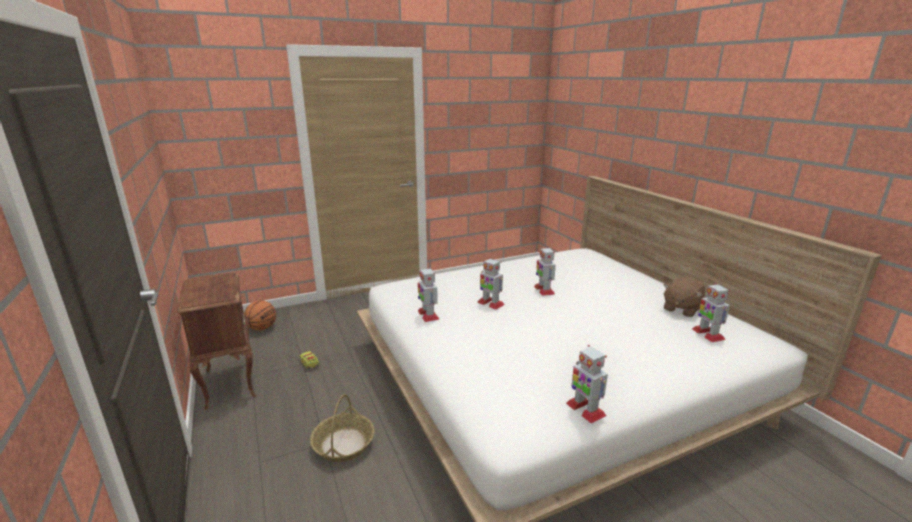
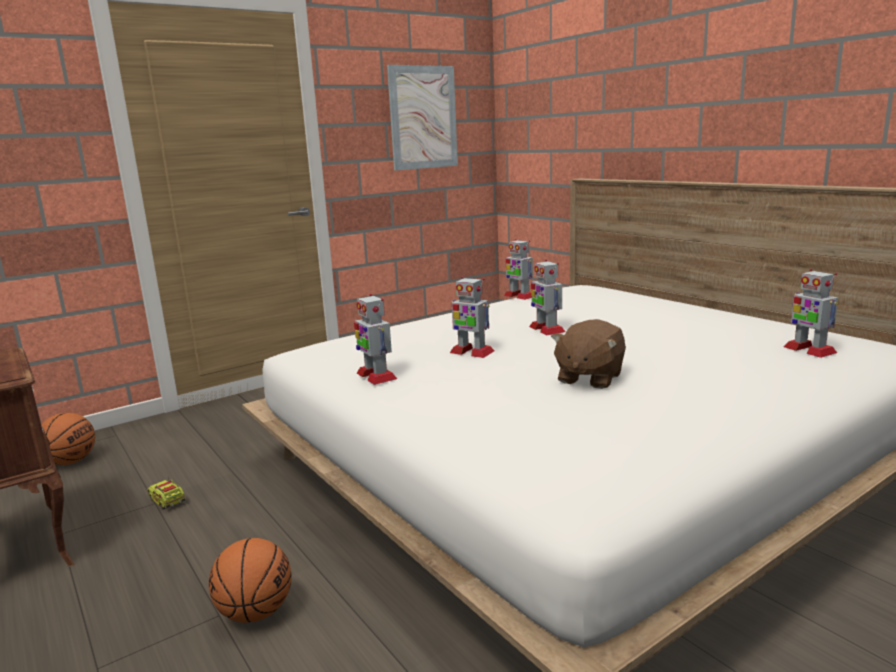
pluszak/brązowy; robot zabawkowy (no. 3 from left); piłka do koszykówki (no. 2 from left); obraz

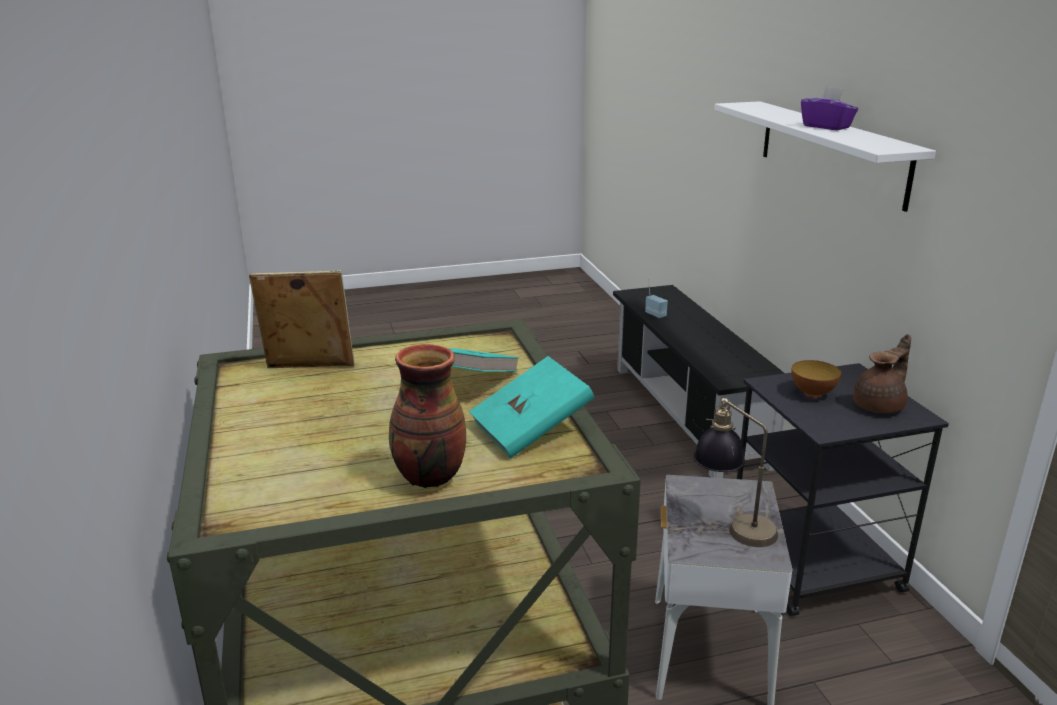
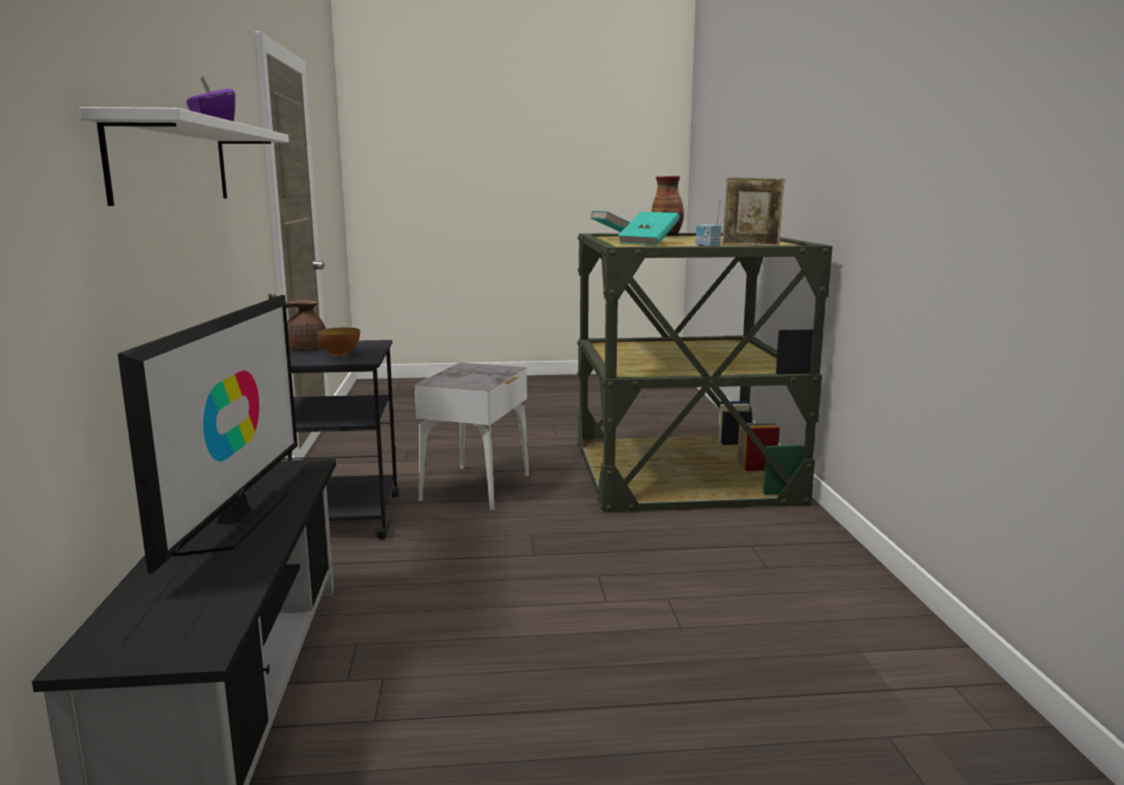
radio; lampa stołowa; telewizor

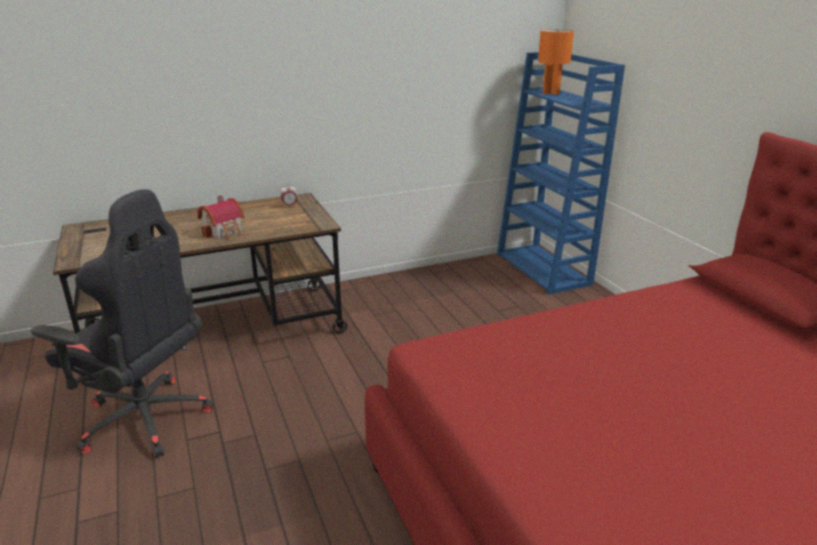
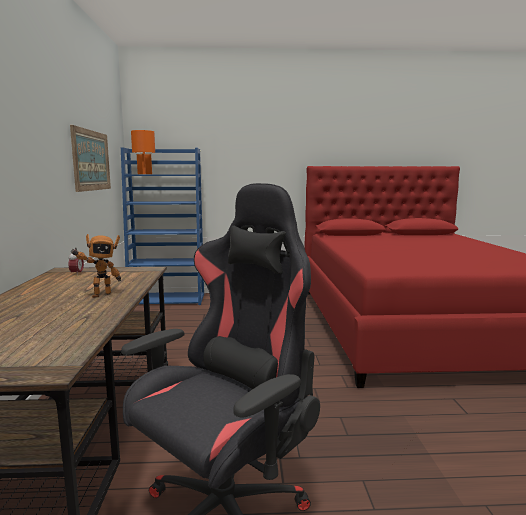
robot zabawkowy; obraz

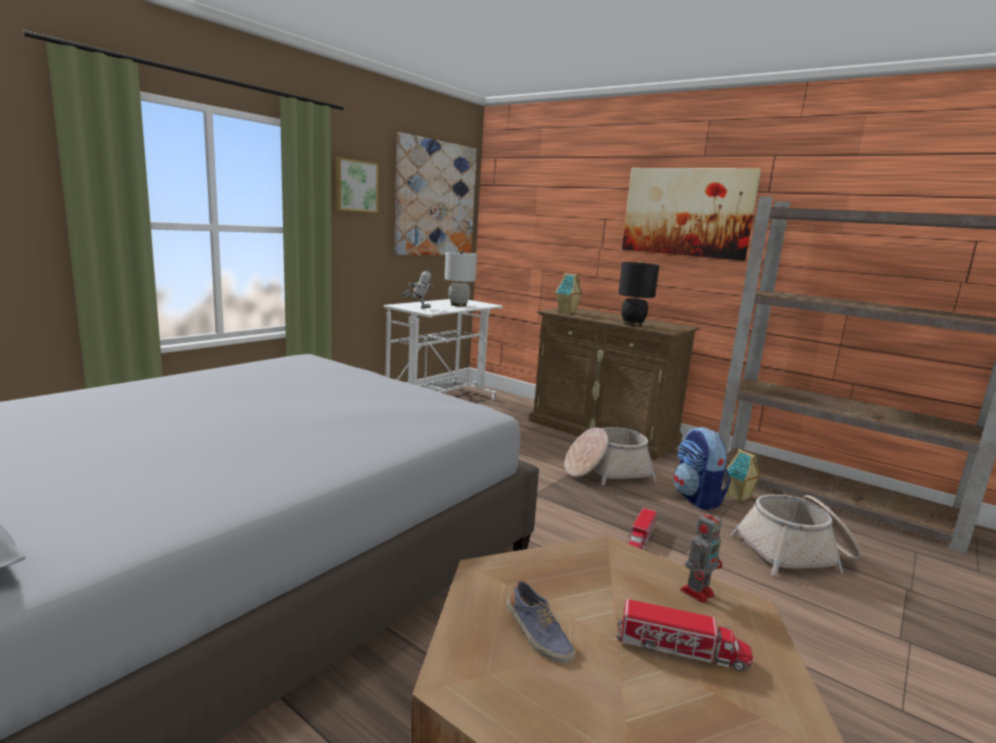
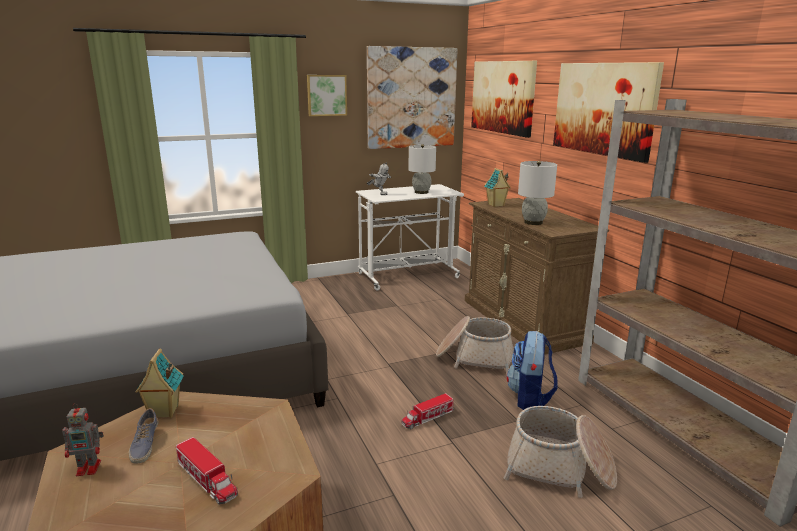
lampa stołowa/biały (no. 2 from left); domek (no. 1 from left); robot zabawkowy (no. 1 from left); obraz (no. 3 from left)

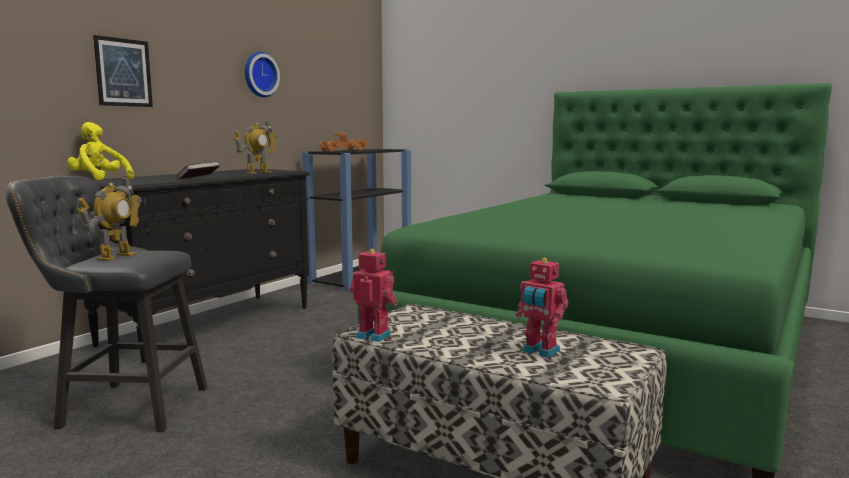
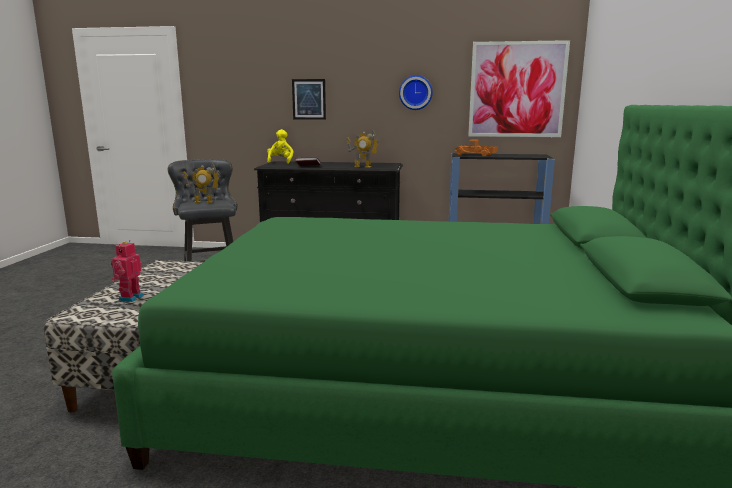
robot zabawkowy (no. 3 from left in the first image); obraz (no. 2 from left)

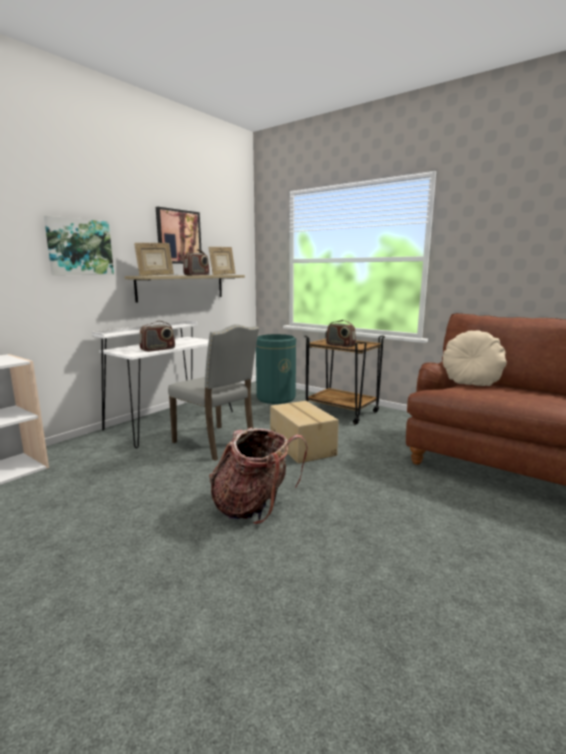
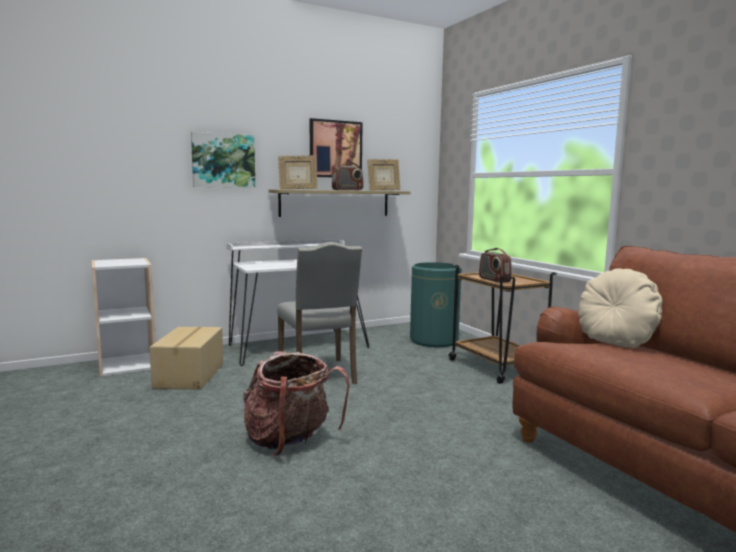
radio (no. 1 from left in the first image); karton

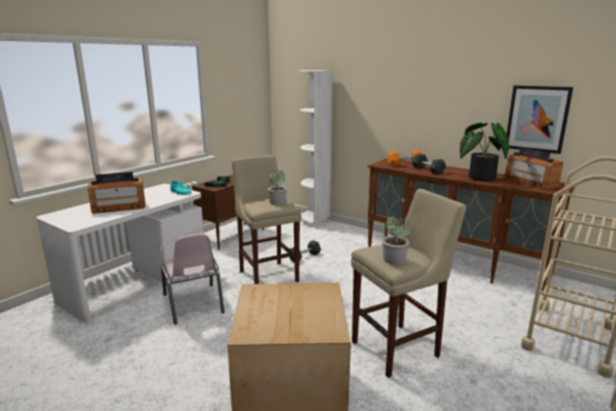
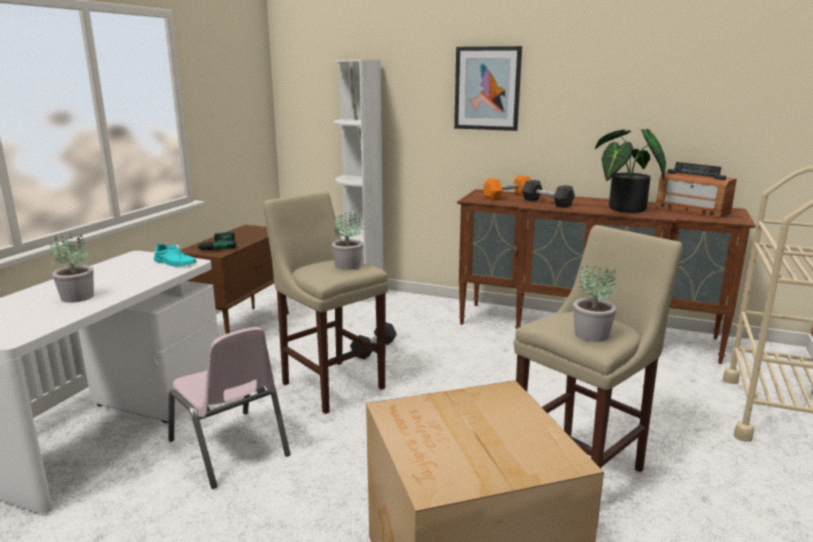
obraz; roślina doniczkowa (no. 1 from left)

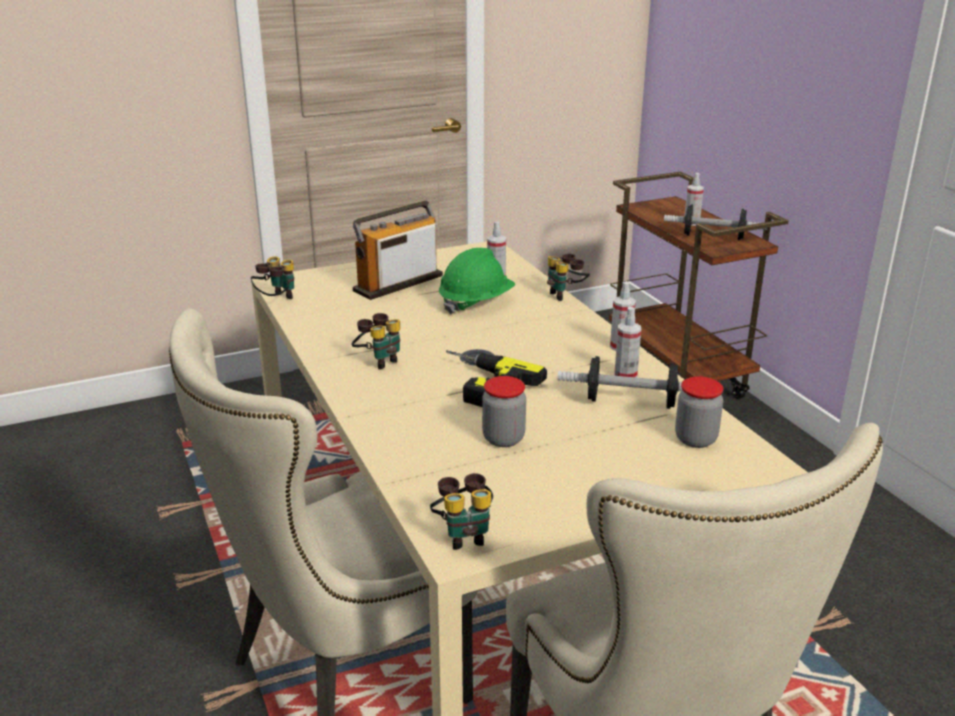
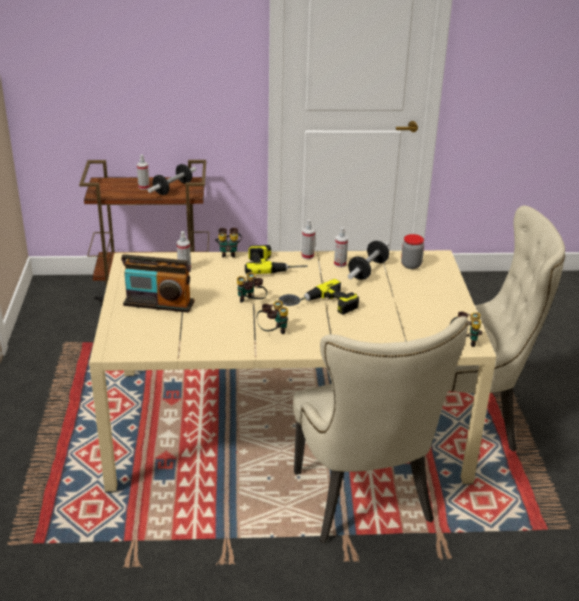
radio; kask/zielony; lornetka (no. 2 from left); słoik (no. 1 from left in the first image); wiertarka (no. 1 from left)

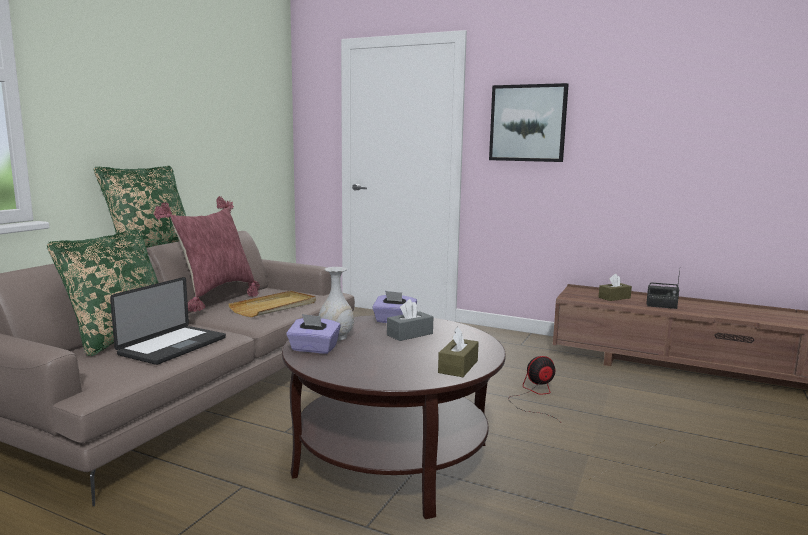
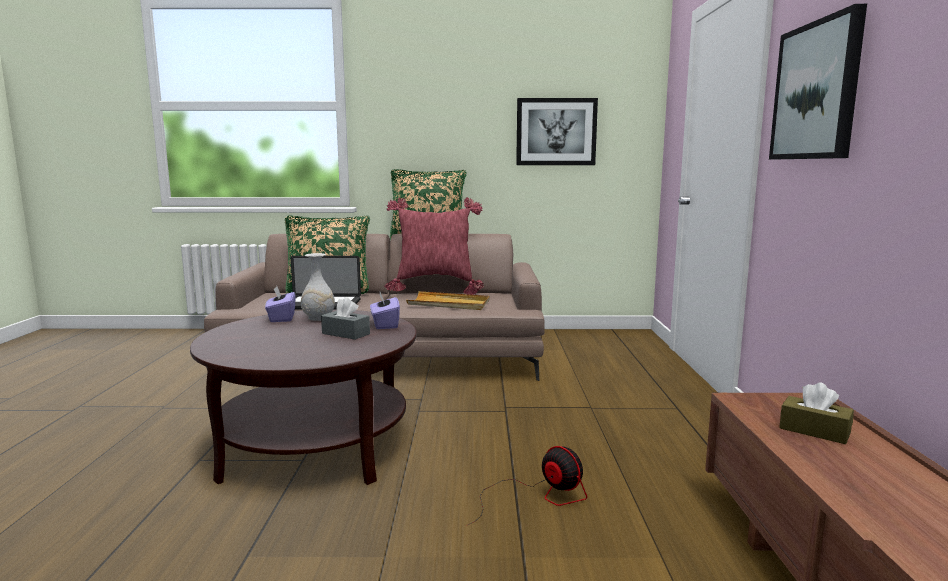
radio; pudełko chusteczek/brązowy (no. 1 from left in the first image); obraz (no. 1 from left)

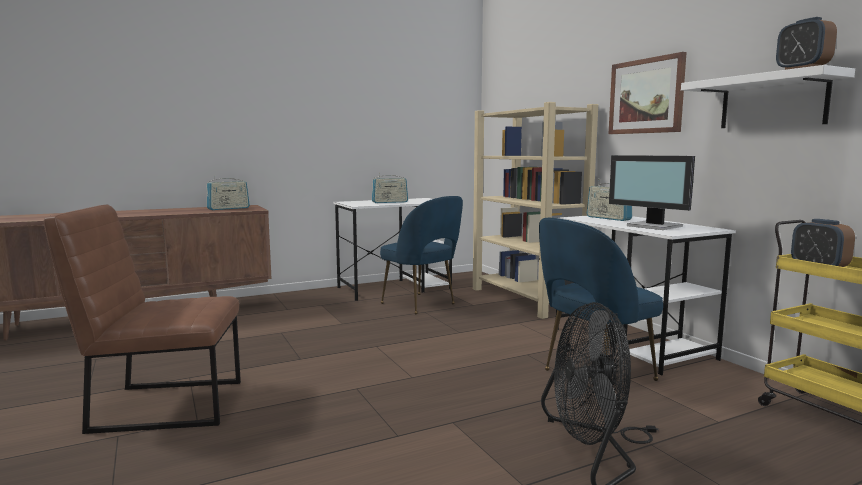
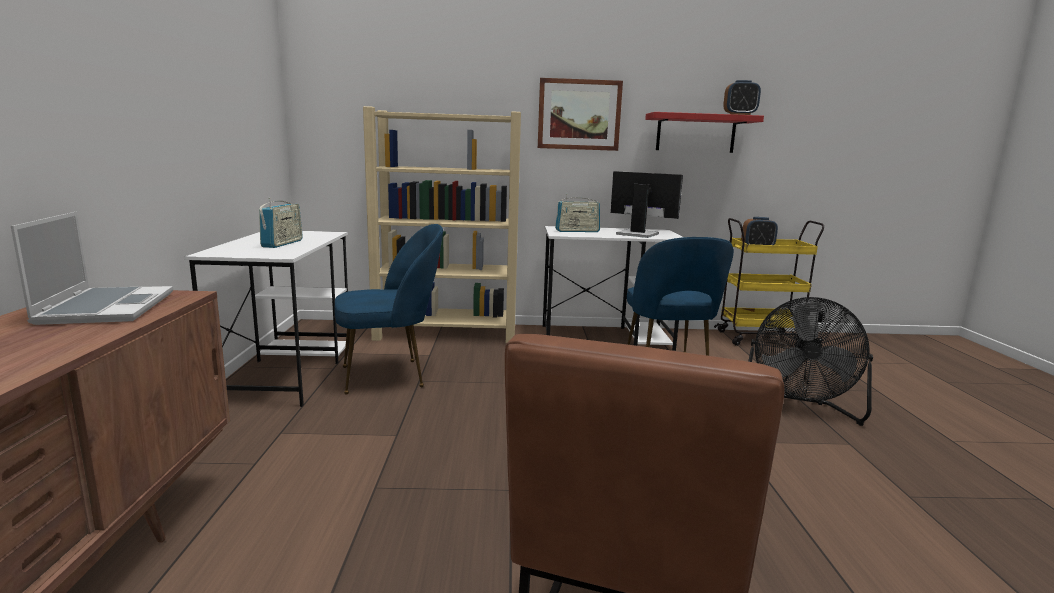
półka/czerwony; monitor; laptop

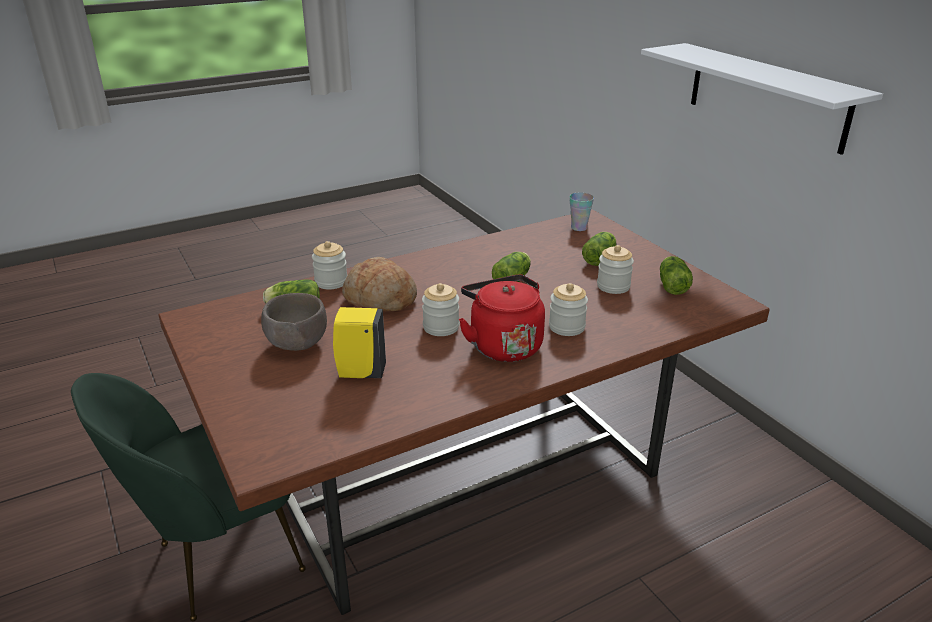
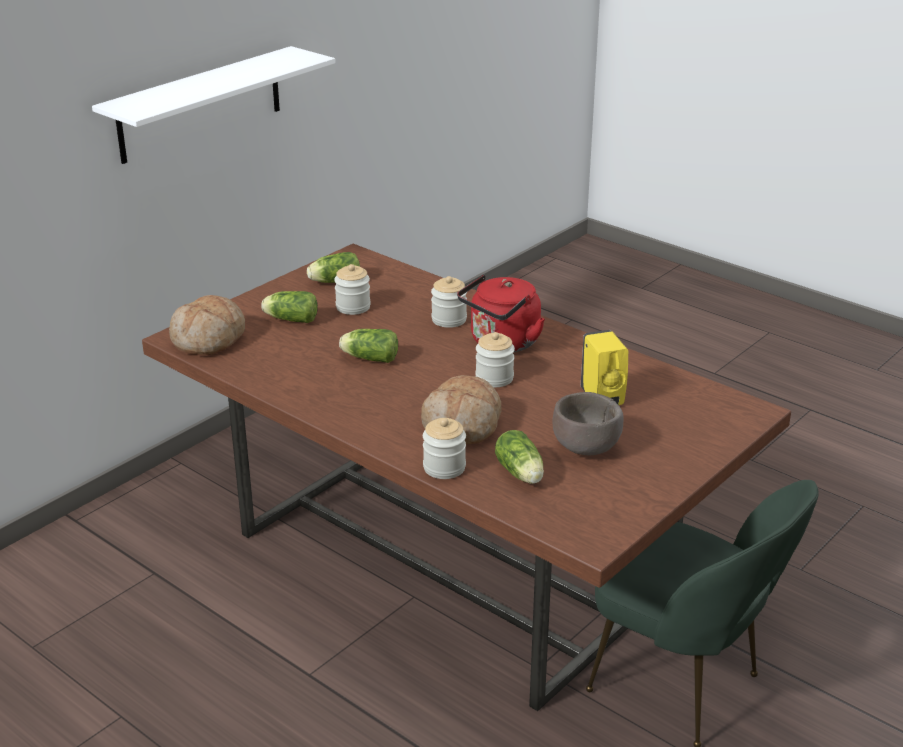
chleb (no. 1 from left)

